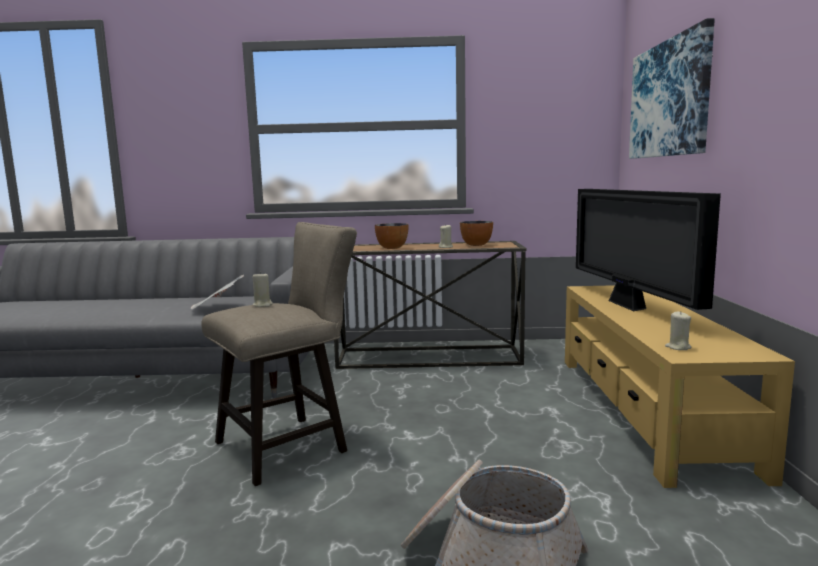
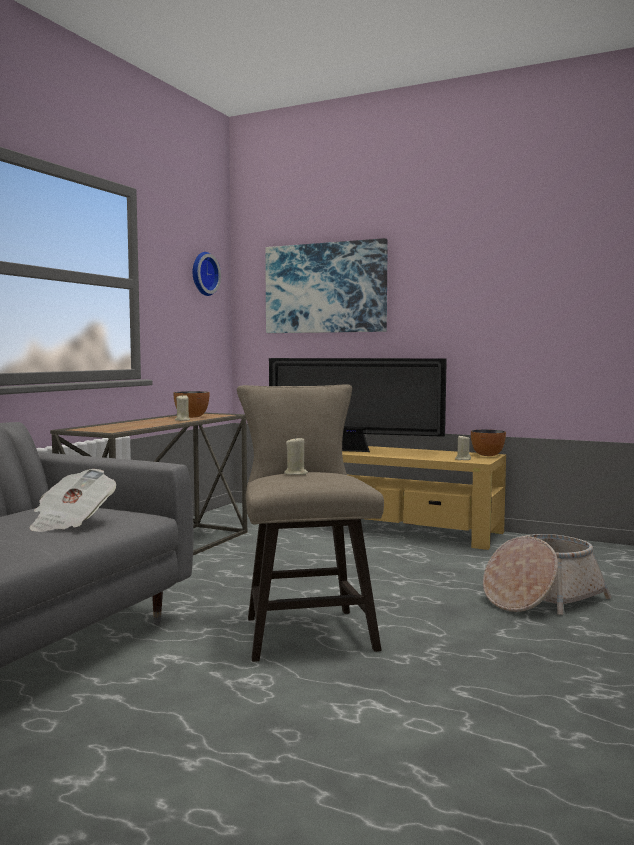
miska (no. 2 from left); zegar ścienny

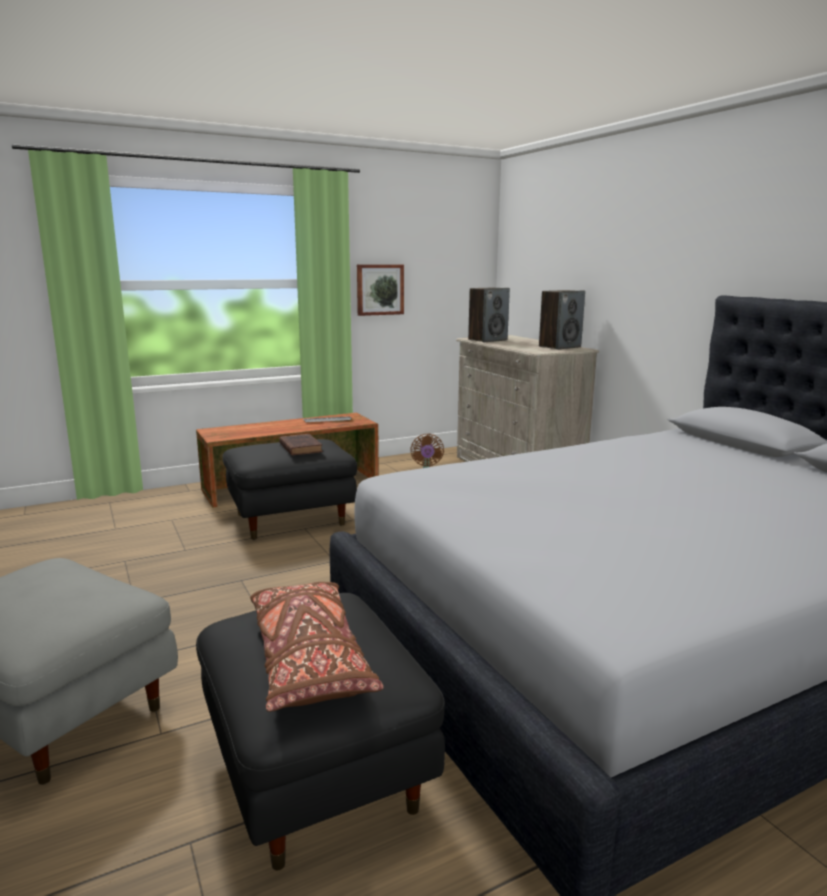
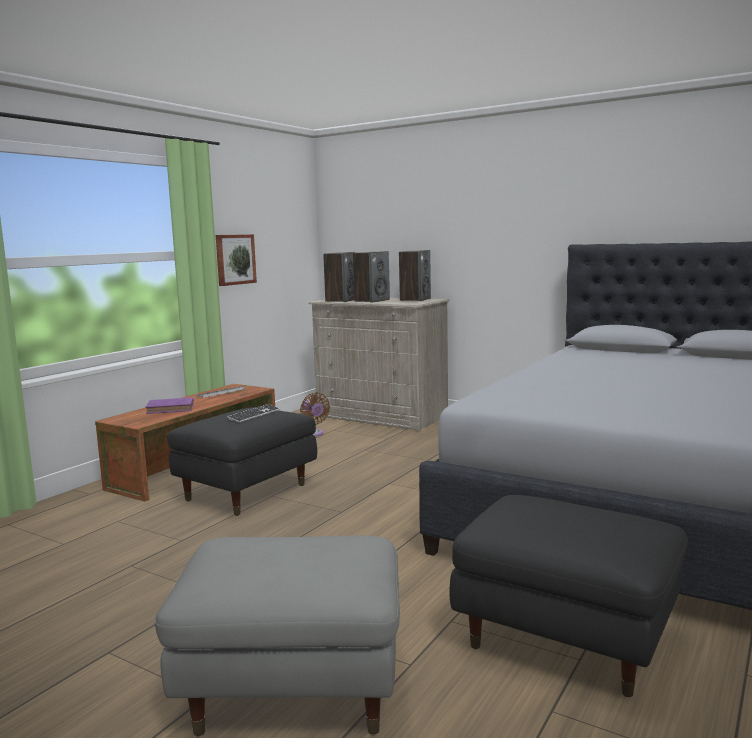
klawiatura (no. 2 from left); poduszka/brązowy; głośnik (no. 2 from left); książka/fioletowy

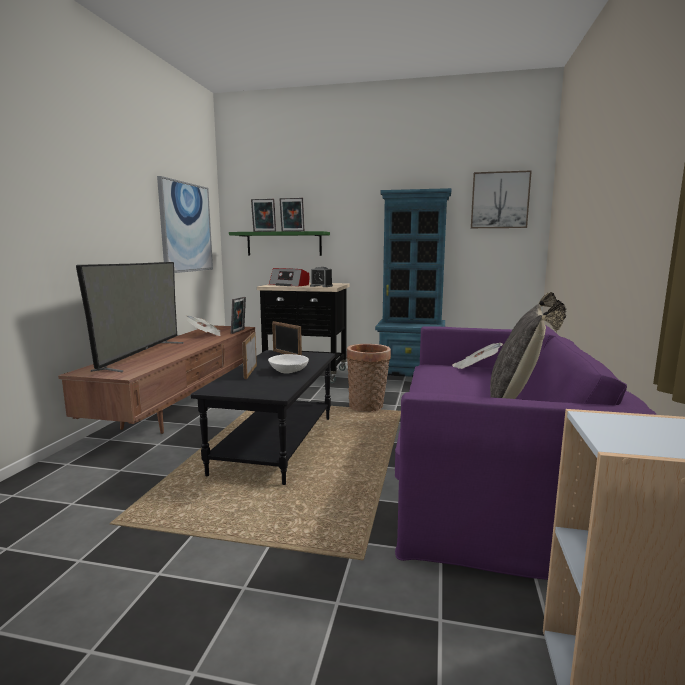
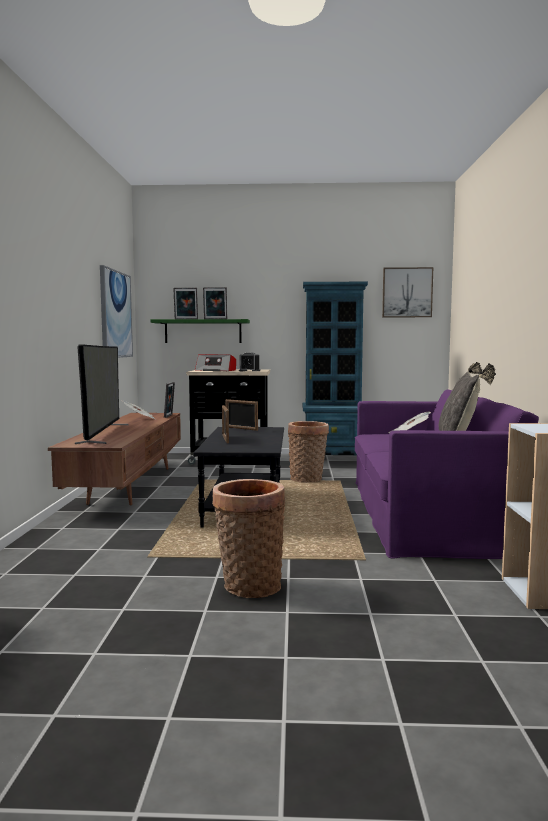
miska/biały; koszyk (no. 1 from left)

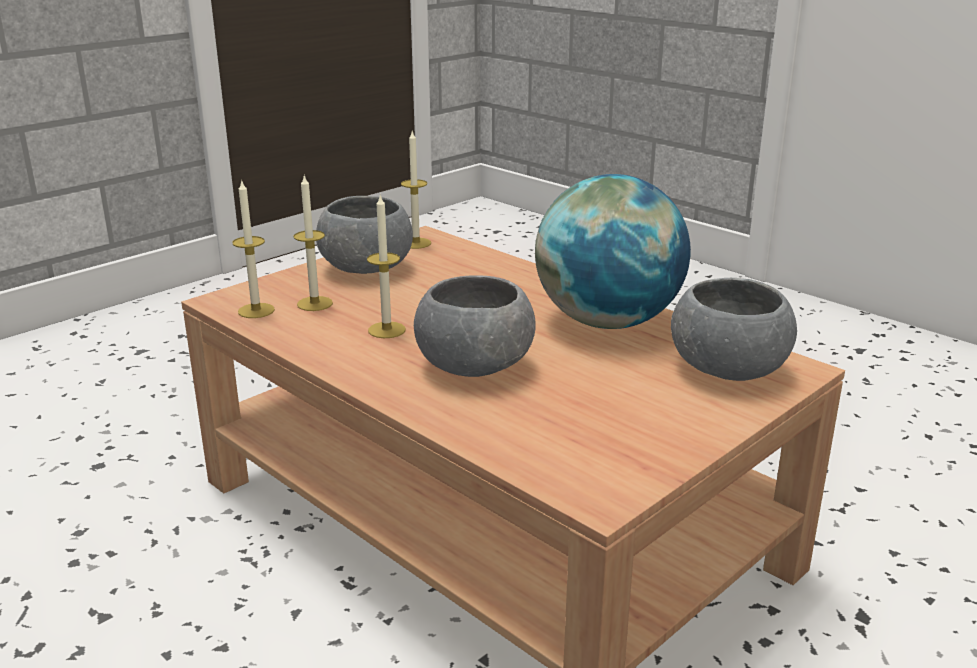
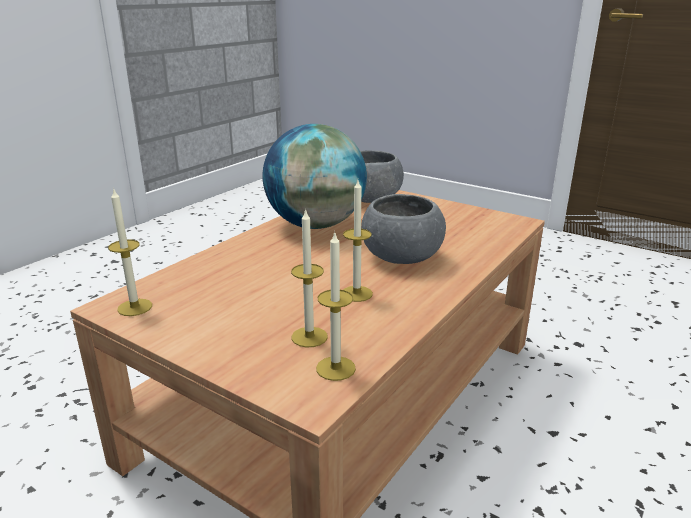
miska/szary (no. 1 from left in the first image)

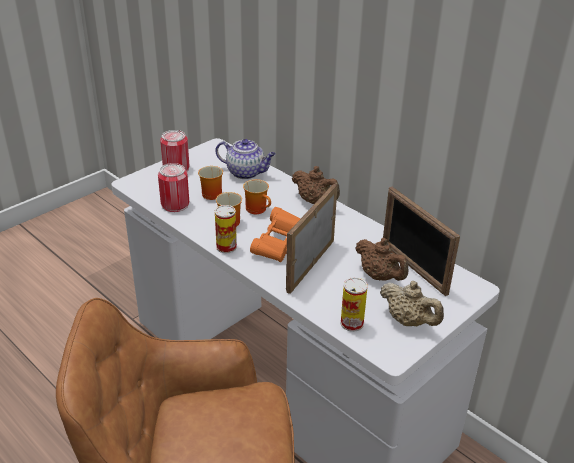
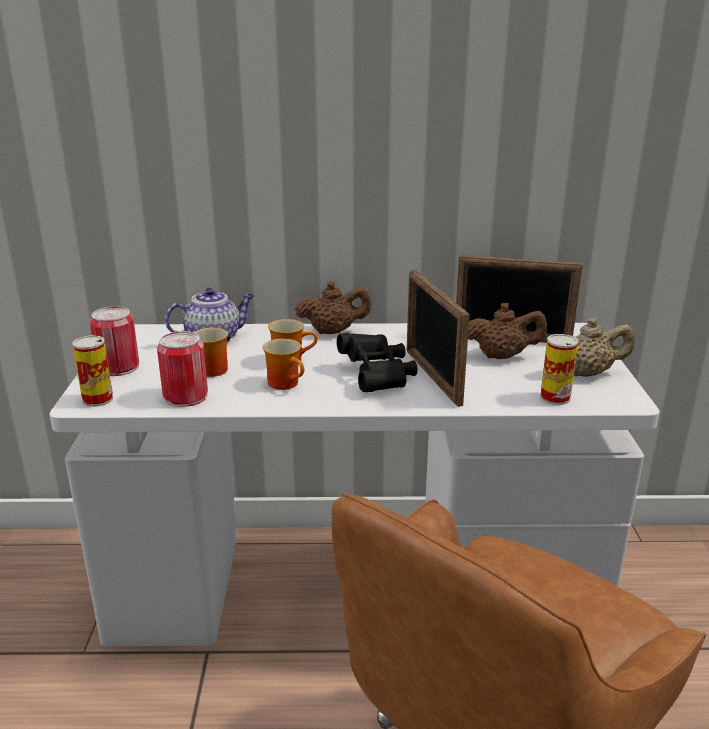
puszka (no. 1 from left); lornetka/czarny

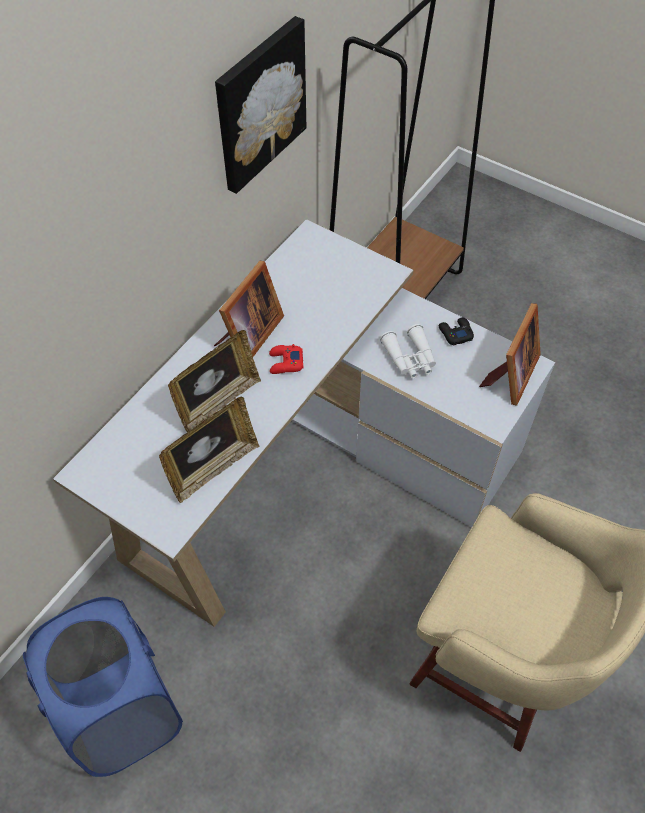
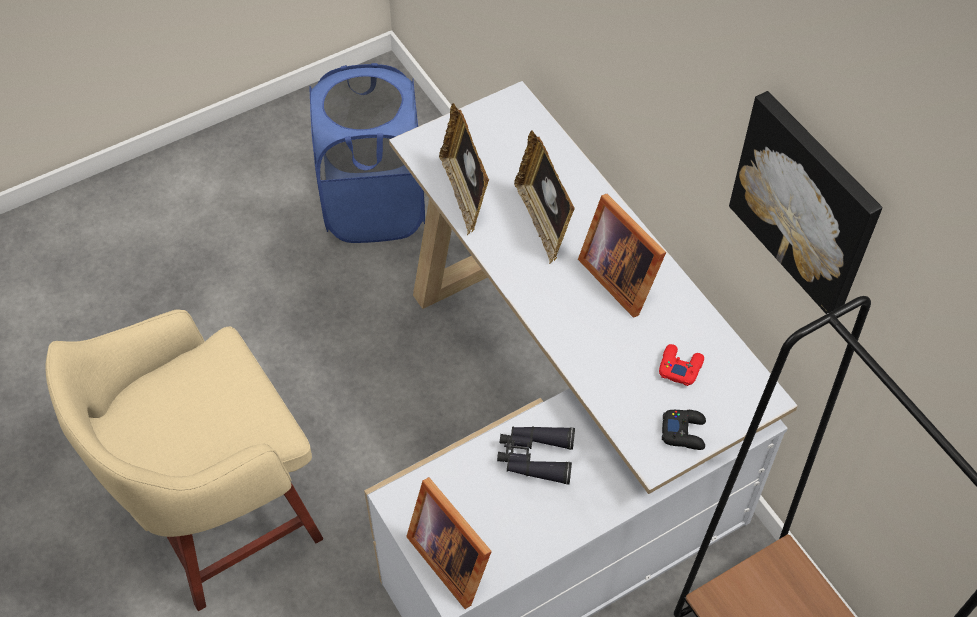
pad do gier/czarny; lornetka/czarny; pad do gier/czerwony

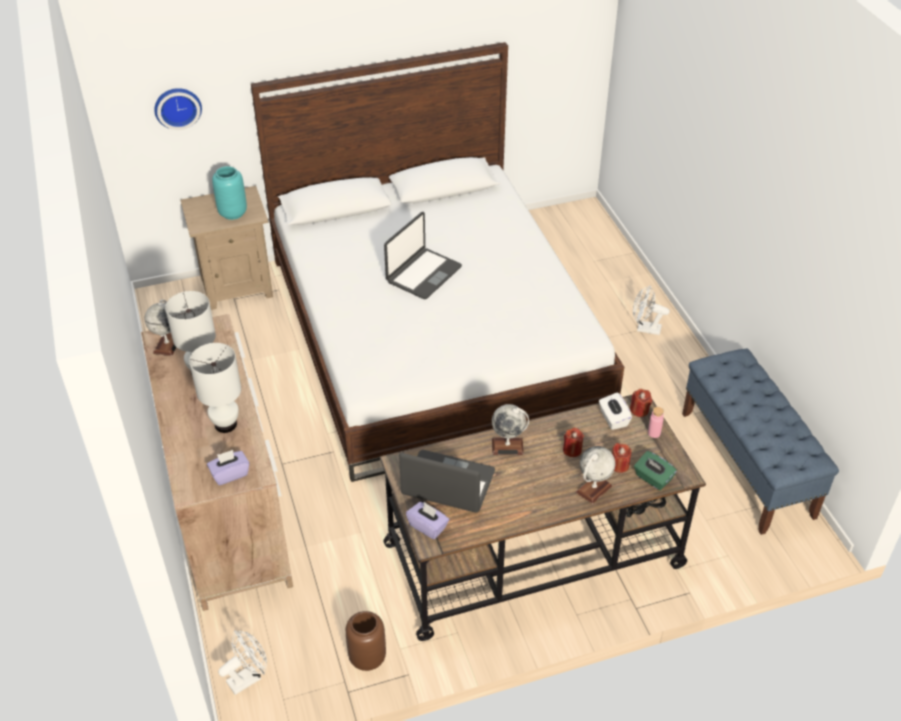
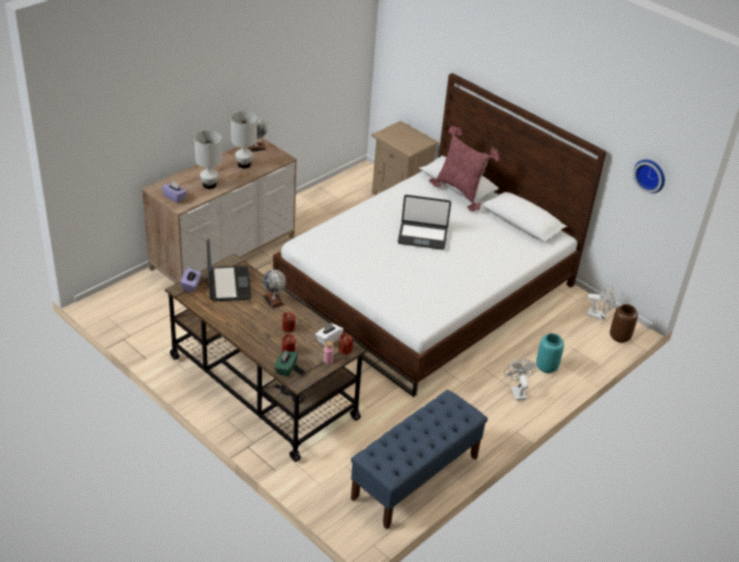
zegar ścienny; wazon/turkusowy; globus (no. 3 from left in the first image); wazon/brązowy; wentylator/biały (no. 2 from left); poduszka/czerwony

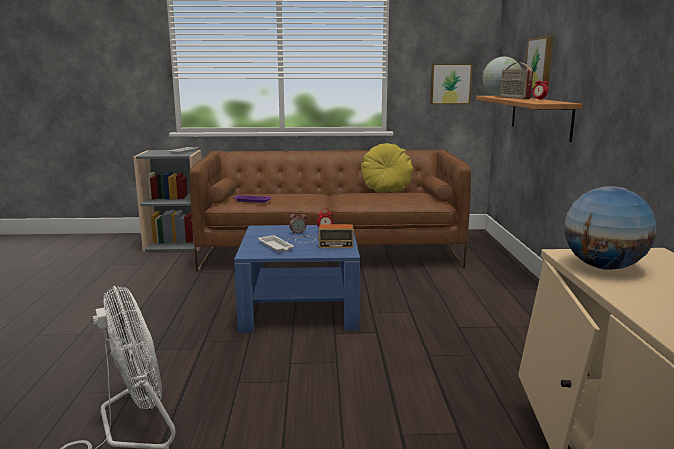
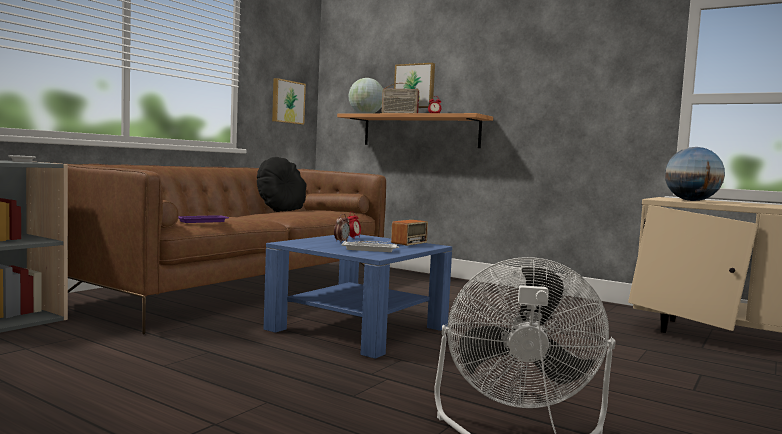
poduszka/czarny

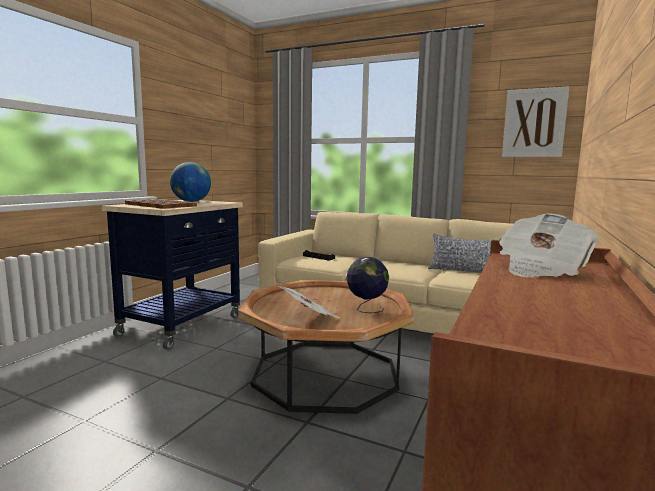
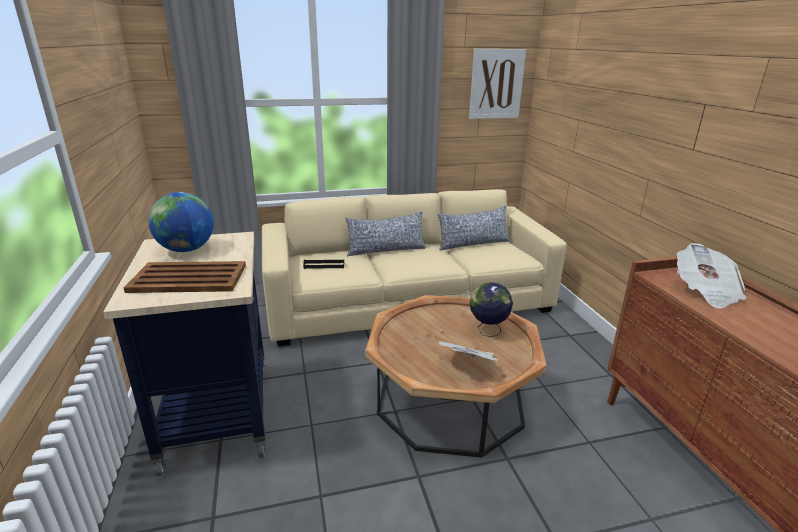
poduszka (no. 1 from left)

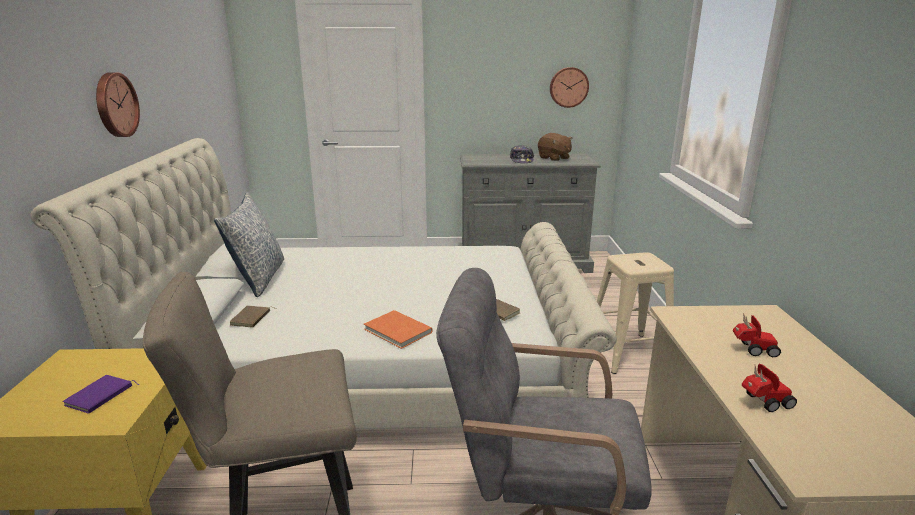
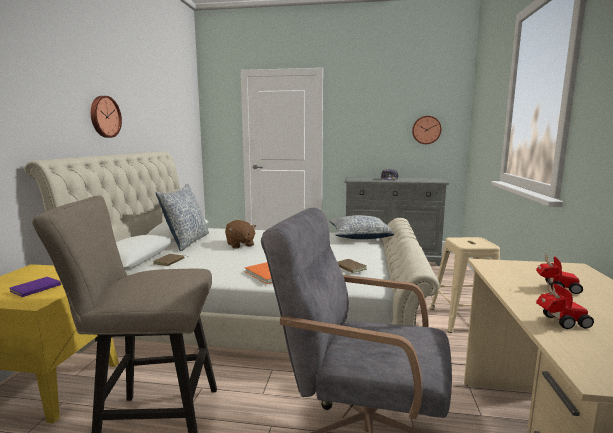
pluszak/brązowy; poduszka (no. 2 from left)

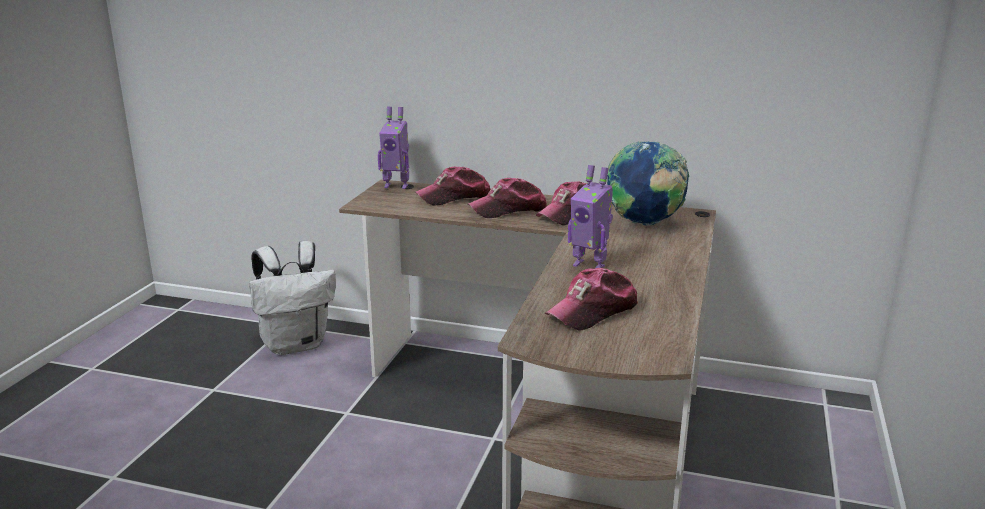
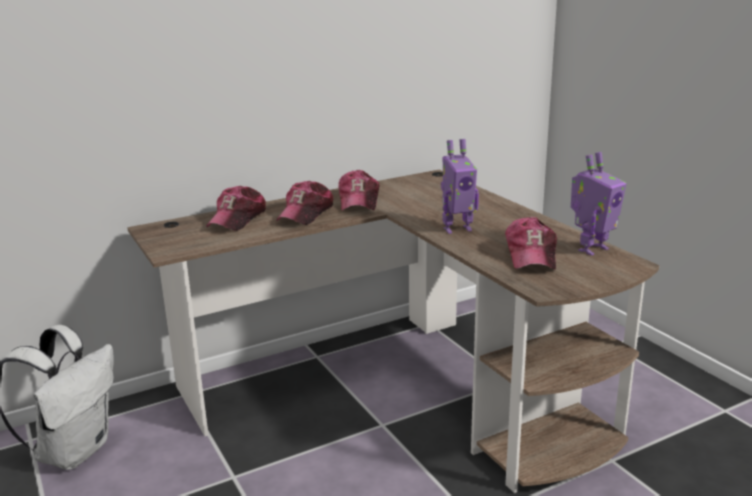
robot zabawkowy (no. 2 from left); globus

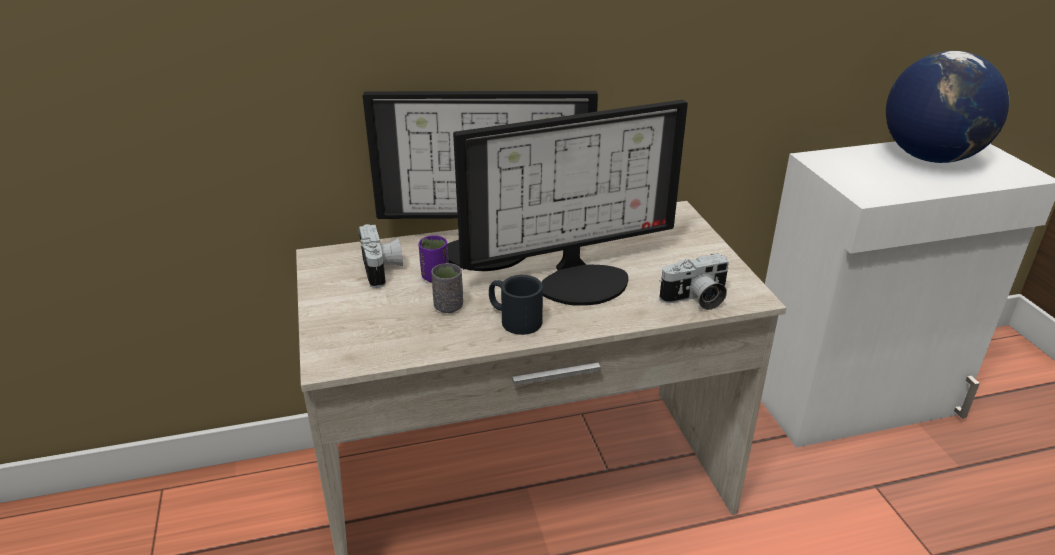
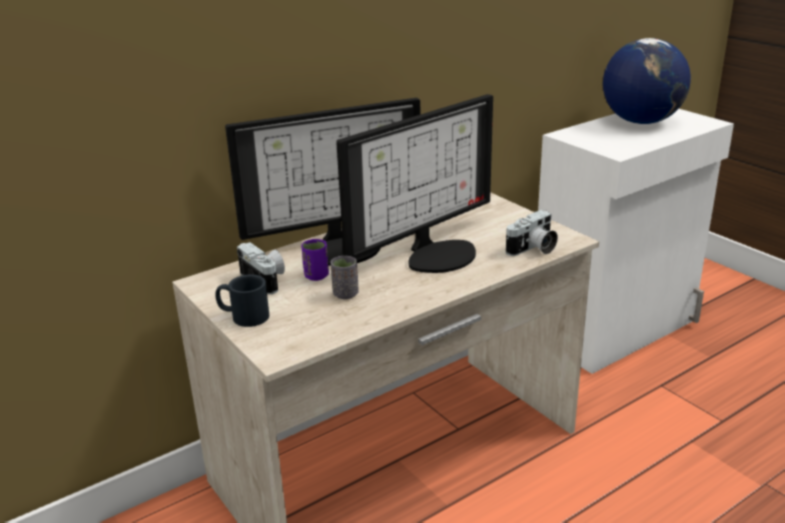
kubek/czarny

